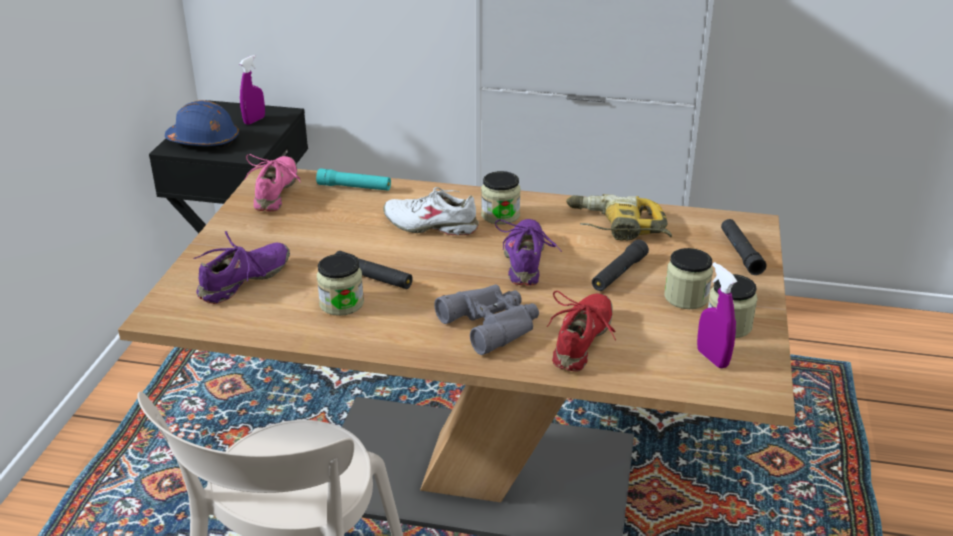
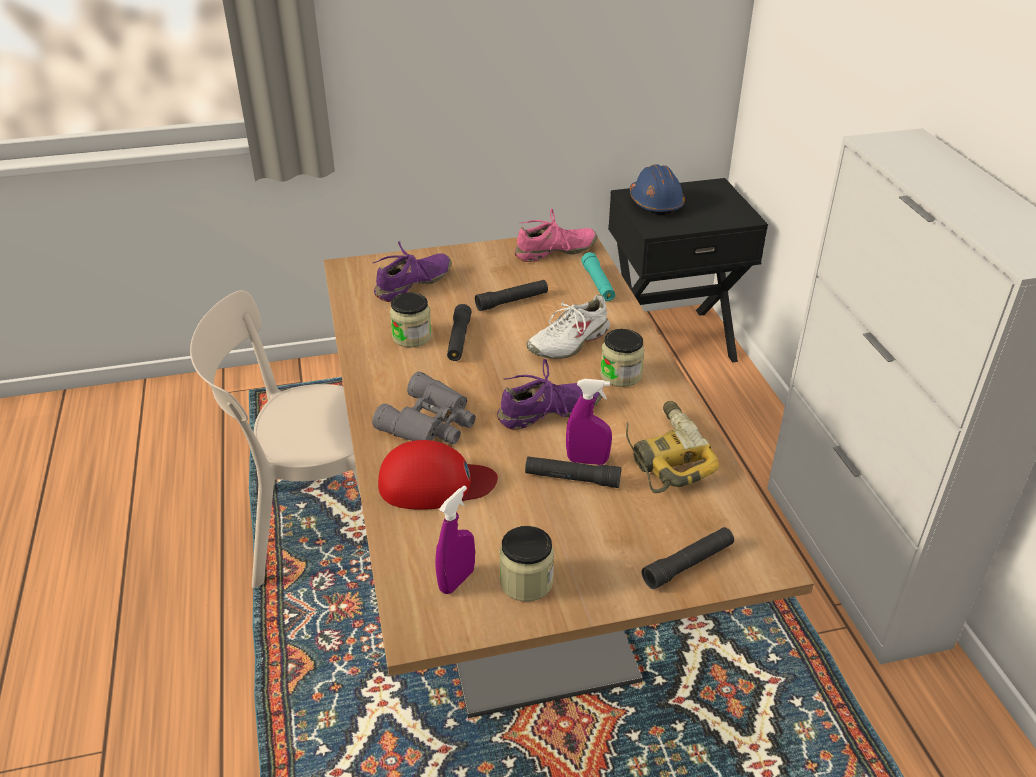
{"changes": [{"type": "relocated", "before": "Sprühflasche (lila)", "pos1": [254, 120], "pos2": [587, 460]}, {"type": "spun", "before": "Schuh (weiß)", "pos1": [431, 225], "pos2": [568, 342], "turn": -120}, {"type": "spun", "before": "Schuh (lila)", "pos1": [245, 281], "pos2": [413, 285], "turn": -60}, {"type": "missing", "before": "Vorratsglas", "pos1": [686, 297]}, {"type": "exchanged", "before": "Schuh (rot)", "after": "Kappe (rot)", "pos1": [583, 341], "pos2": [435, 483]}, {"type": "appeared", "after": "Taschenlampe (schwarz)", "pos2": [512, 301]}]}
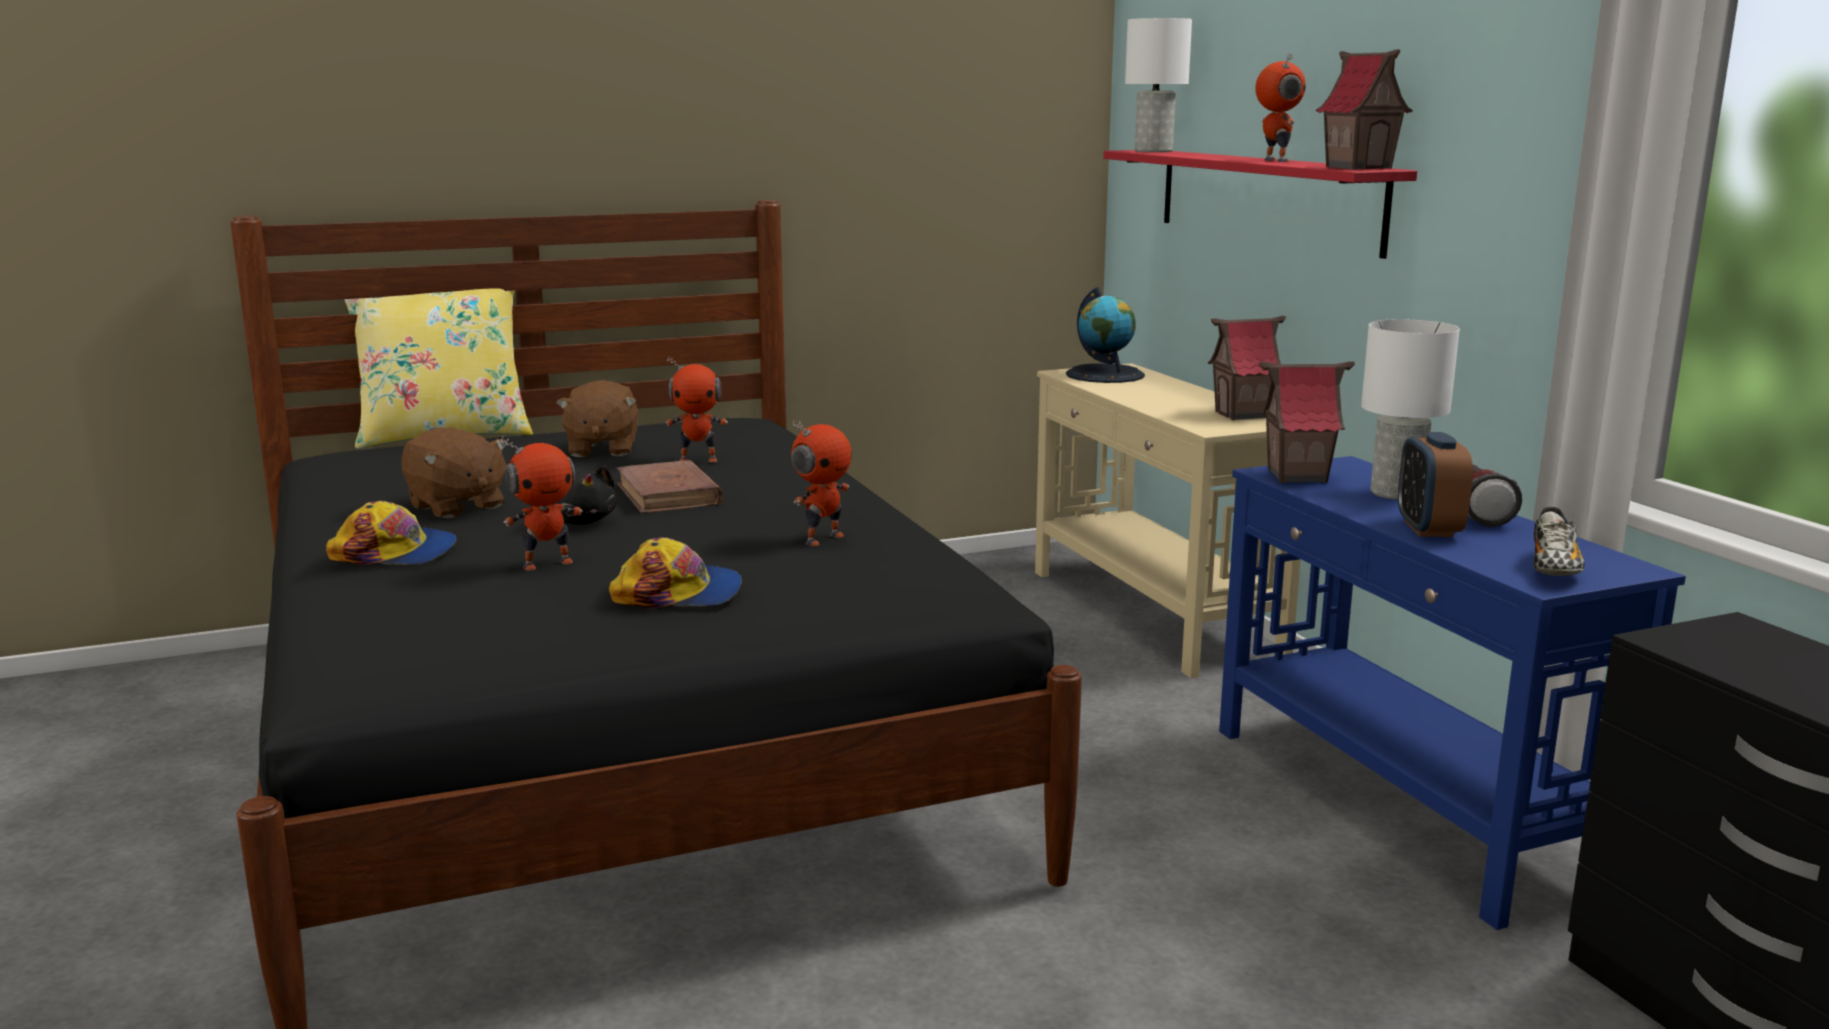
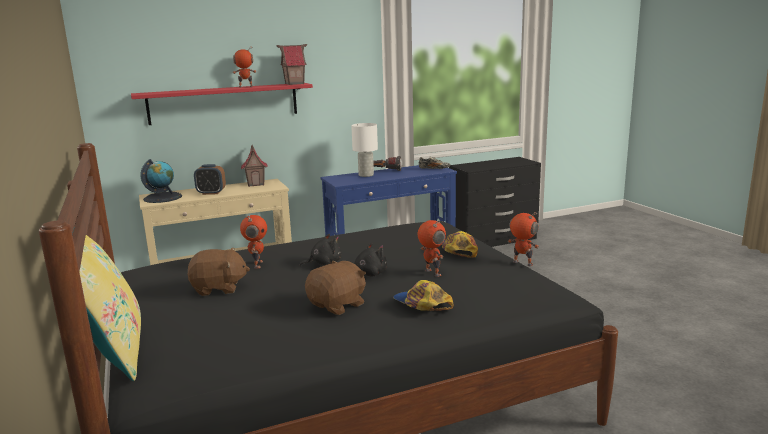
{"changes": [{"type": "missing", "before": "Tischlampe (weiß)", "pos1": [1152, 151]}, {"type": "missing", "before": "Spielzeughaus", "pos1": [1297, 476]}, {"type": "relocated", "before": "Spielzeugroboter", "pos1": [822, 539], "pos2": [522, 263]}, {"type": "relocated", "before": "Wecker", "pos1": [1428, 529], "pos2": [211, 193]}, {"type": "exchanged", "before": "Buch (braun)", "after": "Plüschtier (schwarz)", "pos1": [669, 494], "pos2": [324, 263]}, {"type": "spun", "before": "Kappe", "pos1": [395, 553], "pos2": [422, 304], "turn": -45}]}
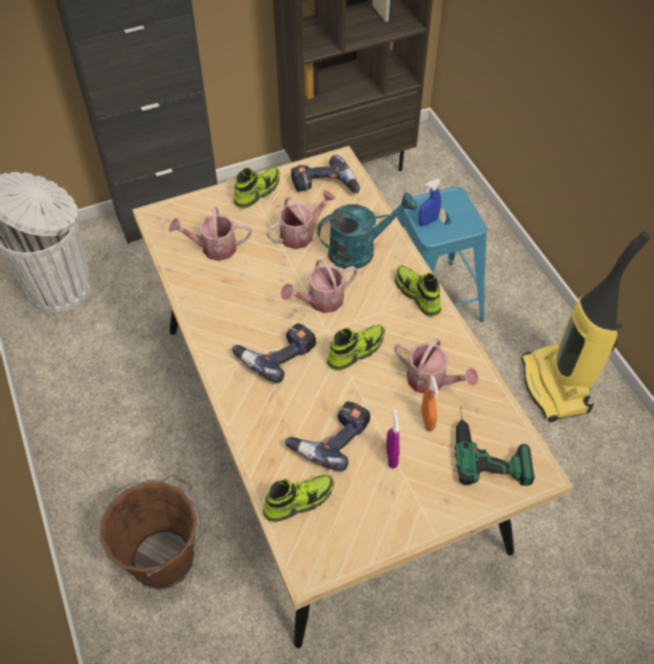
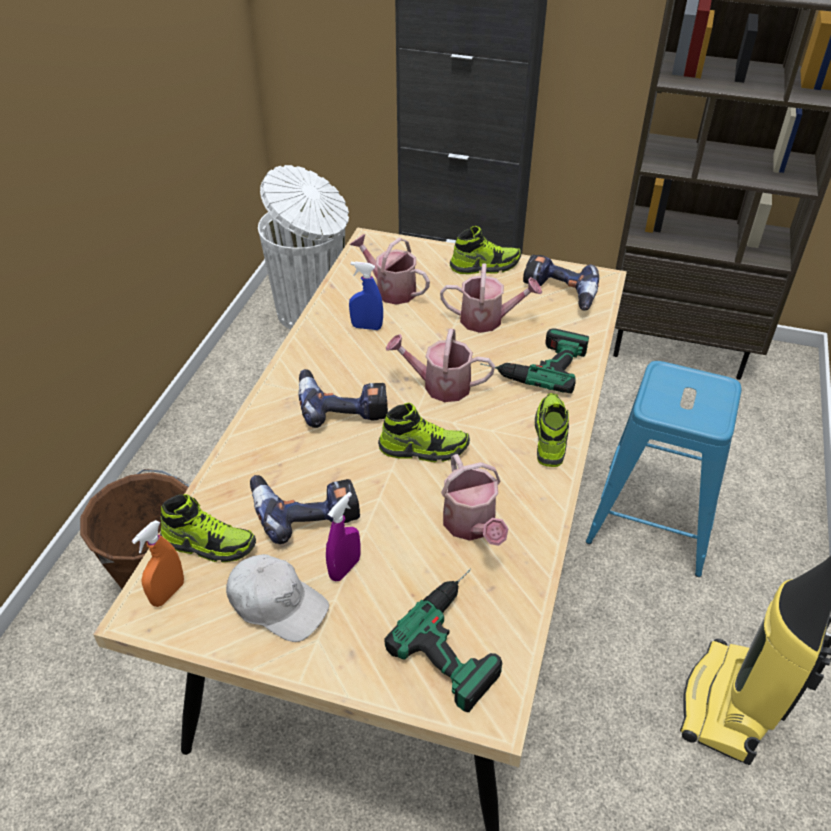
{"changes": [{"type": "relocated", "before": "Sprühflasche (blau)", "pos1": [428, 221], "pos2": [366, 327]}, {"type": "exchanged", "before": "Gießkanne (türkis)", "after": "Bohrmaschine", "pos1": [360, 250], "pos2": [533, 363]}, {"type": "relocated", "before": "Sprühflasche (orange)", "pos1": [427, 420], "pos2": [168, 593]}, {"type": "appeared", "after": "Kappe (weiß)", "pos2": [277, 604]}]}
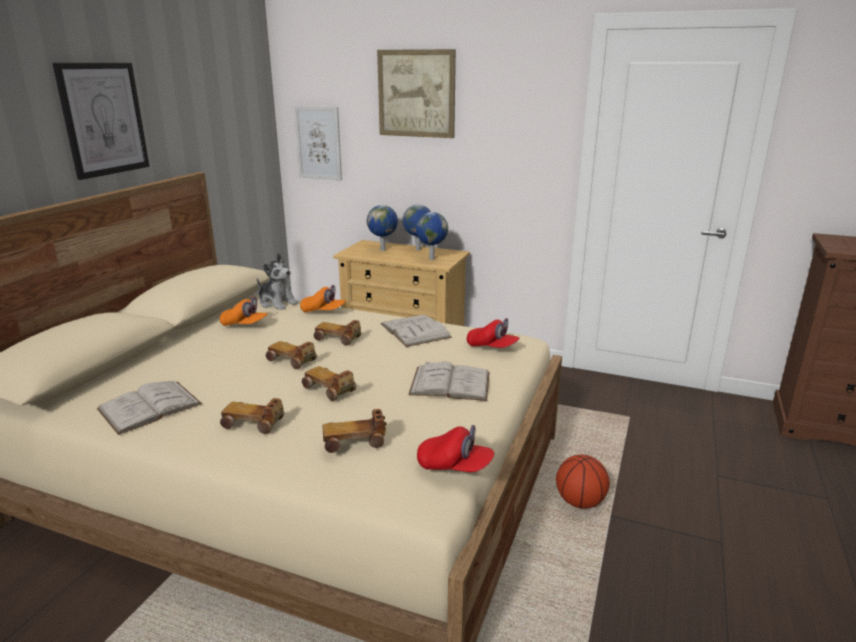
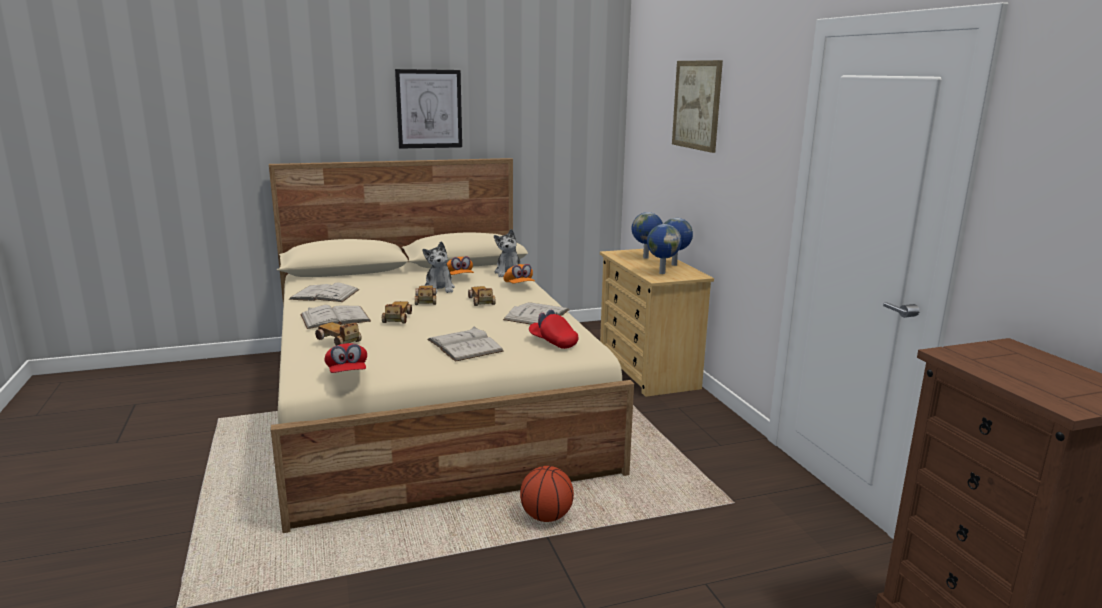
{"changes": [{"type": "missing", "before": "Bild", "pos1": [318, 143]}, {"type": "spun", "before": "Kappe (rot)", "pos1": [492, 347], "pos2": [553, 342], "turn": 135}, {"type": "exchanged", "before": "Spielzeugauto", "after": "Buch (weiß)", "pos1": [254, 423], "pos2": [335, 318]}, {"type": "appeared", "after": "Plüschtier", "pos2": [439, 288]}]}
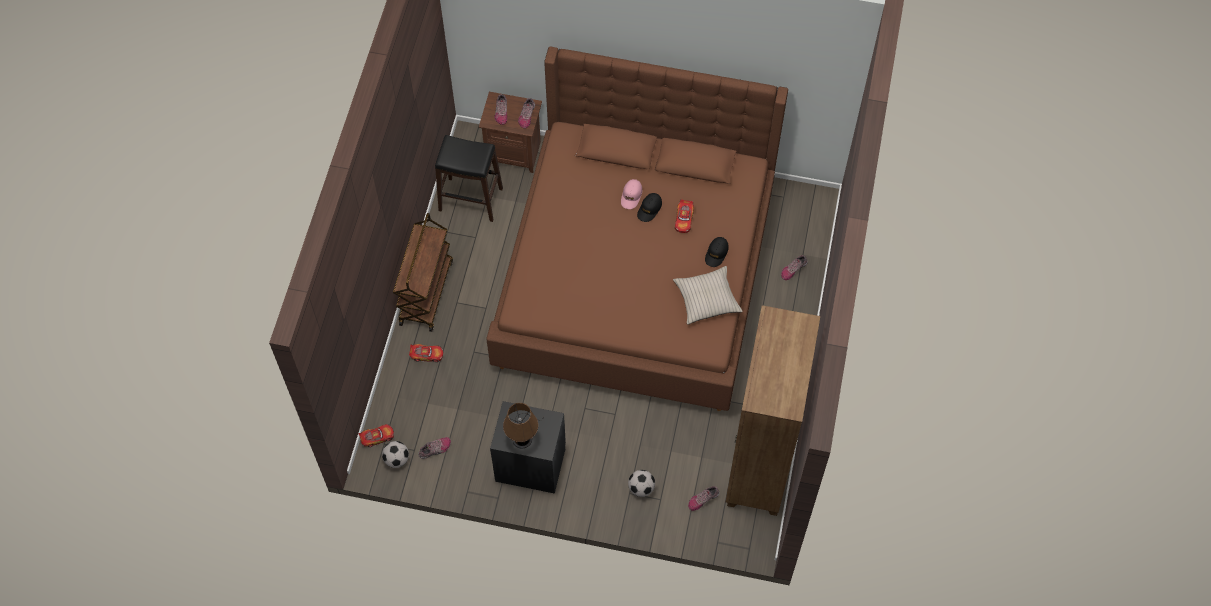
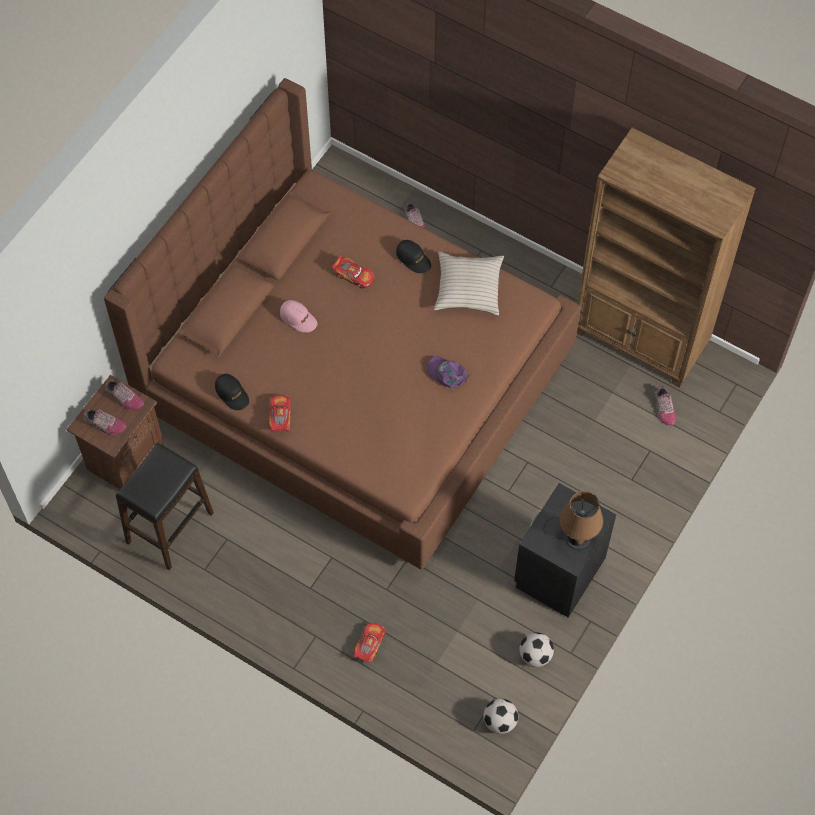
{"changes": [{"type": "relocated", "before": "Kappe (schwarz)", "pos1": [649, 209], "pos2": [232, 394]}, {"type": "missing", "before": "Rollwagen (braun)", "pos1": [426, 292]}, {"type": "relocated", "before": "Spielzeugauto", "pos1": [377, 437], "pos2": [280, 417]}, {"type": "missing", "before": "Schuh", "pos1": [435, 449]}, {"type": "relocated", "before": "Fußball", "pos1": [641, 488], "pos2": [535, 655]}, {"type": "appeared", "after": "Kappe (lila)", "pos2": [447, 373]}]}
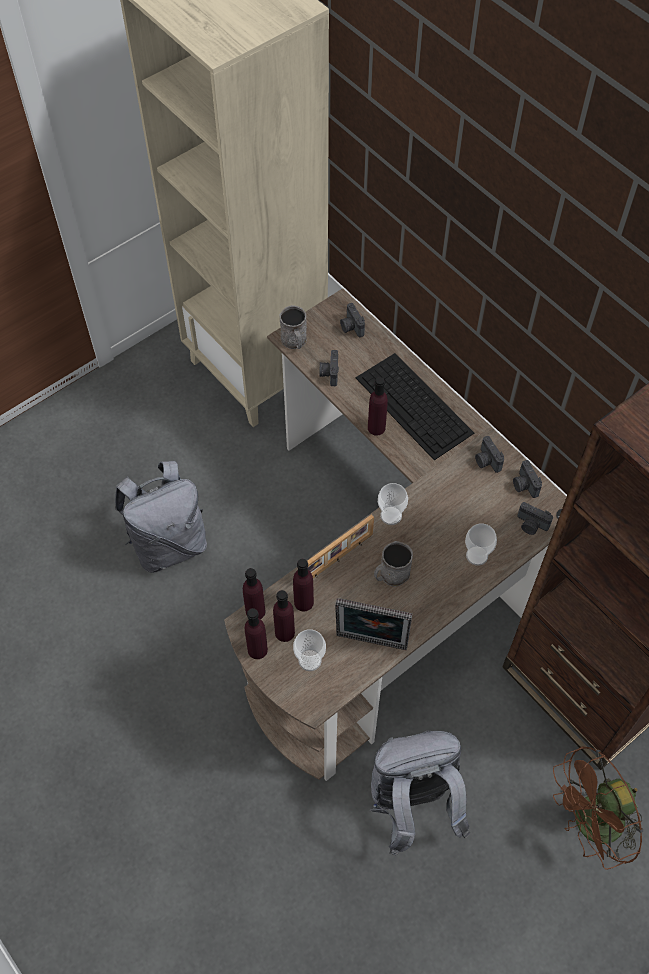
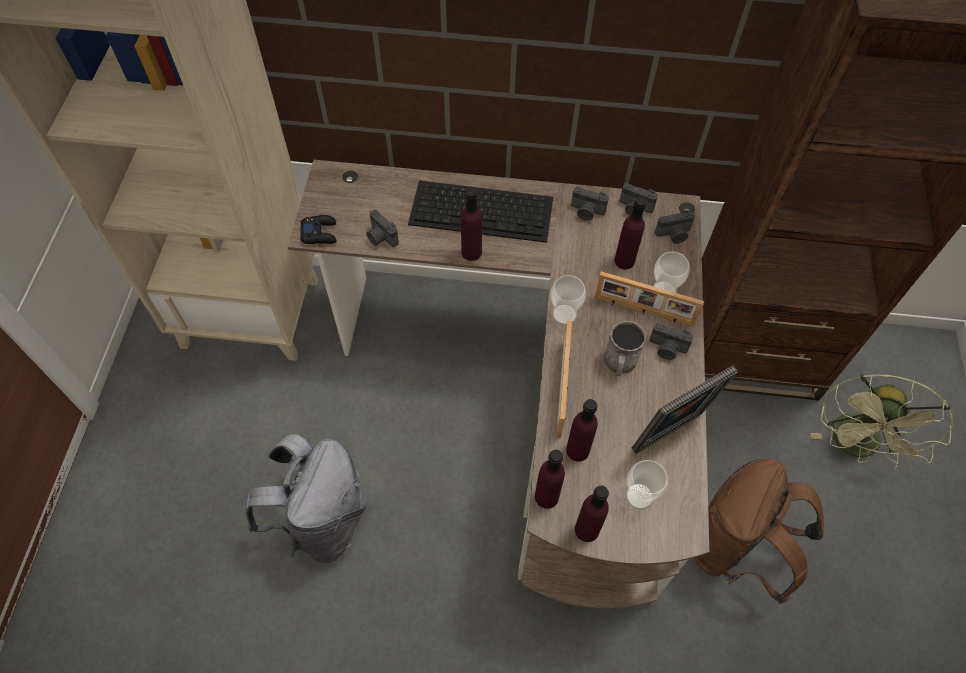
{"changes": [{"type": "relocated", "before": "Kamera", "pos1": [351, 327], "pos2": [667, 349]}, {"type": "exchanged", "before": "Henkelbecher (grau)", "after": "Gamepad (schwarz)", "pos1": [295, 341], "pos2": [319, 233]}, {"type": "relocated", "before": "Flasche (lila)", "pos1": [284, 632], "pos2": [624, 261]}, {"type": "colour", "before": "Rucksack (grau)", "after": "Rucksack (braun)", "pos1": [412, 804], "pos2": [735, 550]}, {"type": "colour", "before": "Ventilator (braun)", "after": "Ventilator (grün)", "pos1": [590, 826], "pos2": [855, 446]}, {"type": "appeared", "after": "Bilderrahmen", "pos2": [643, 312]}]}
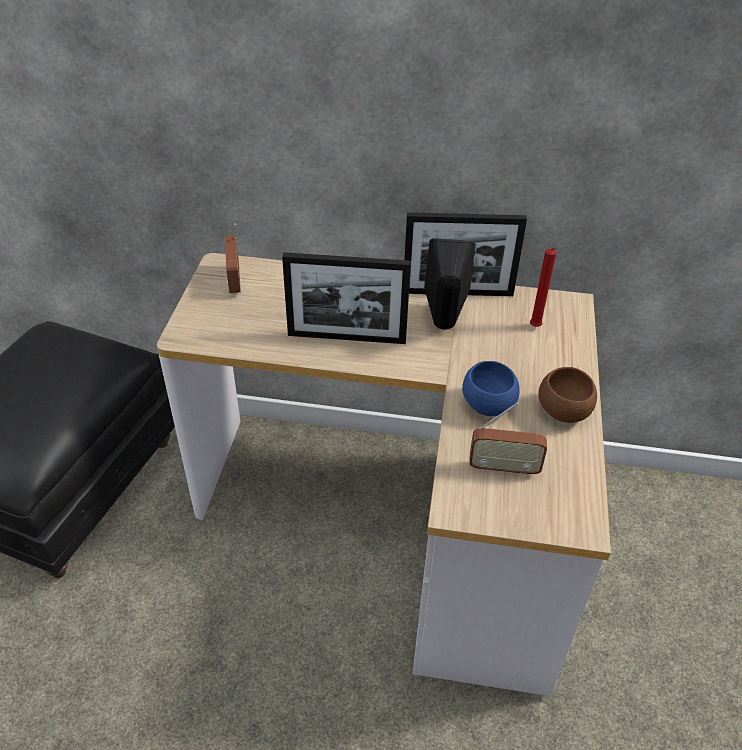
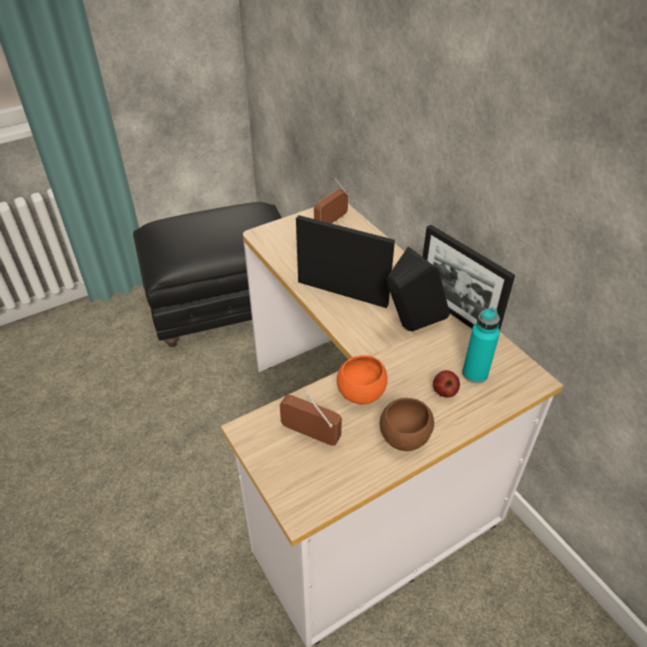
{"changes": [{"type": "exchanged", "before": "Kerze (rot)", "after": "Flasche (türkis)", "pos1": [535, 328], "pos2": [475, 374]}, {"type": "spun", "before": "Bilderrahmen", "pos1": [346, 337], "pos2": [342, 293], "turn": 150}, {"type": "colour", "before": "Schüssel (blau)", "after": "Schüssel (orange)", "pos1": [488, 405], "pos2": [361, 393]}, {"type": "spun", "before": "Radio", "pos1": [503, 468], "pos2": [310, 435], "turn": 150}, {"type": "appeared", "after": "Apfel", "pos2": [444, 392]}]}
